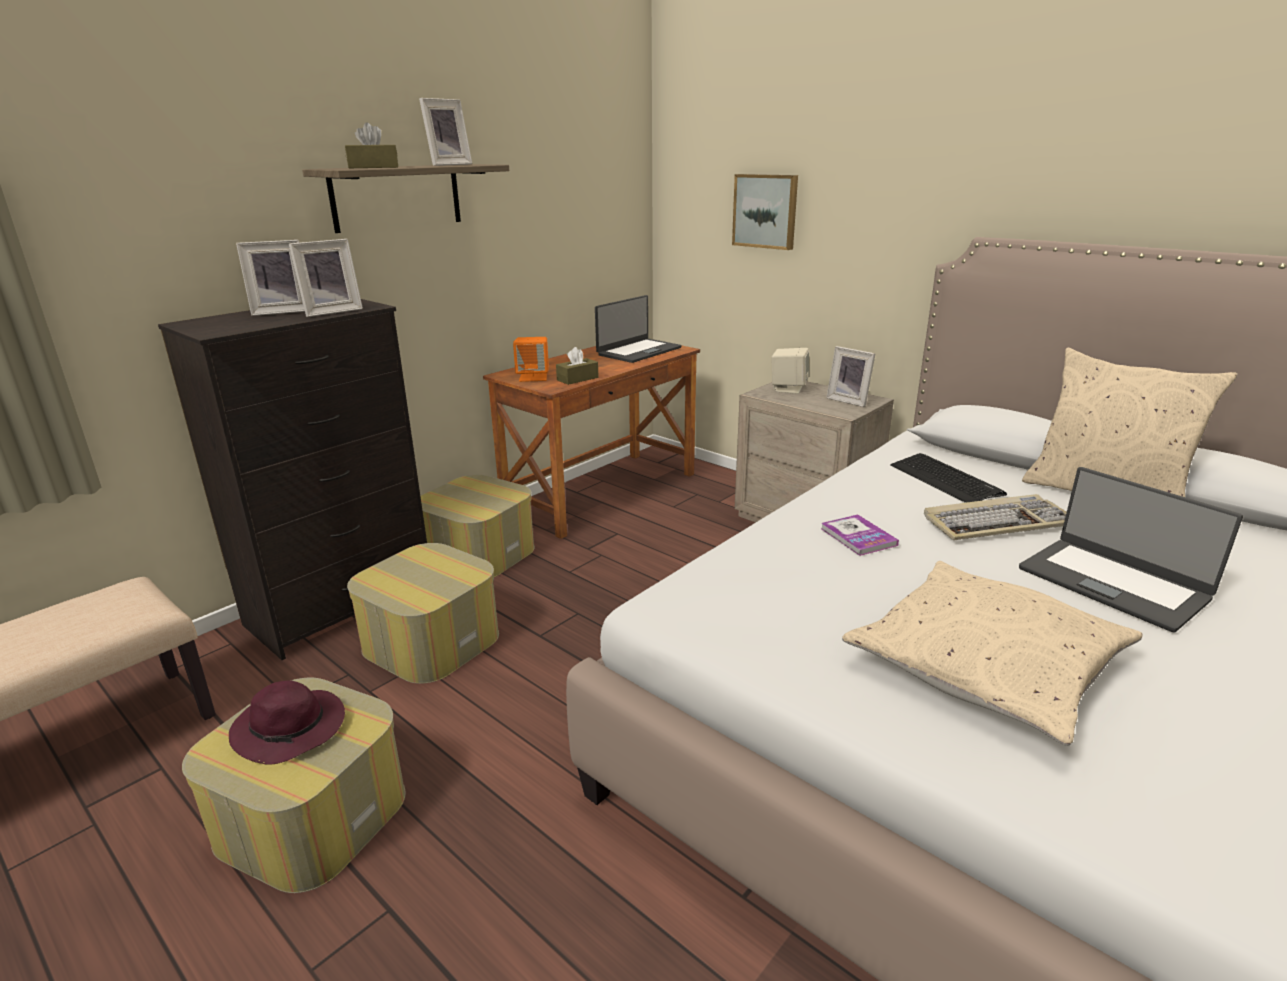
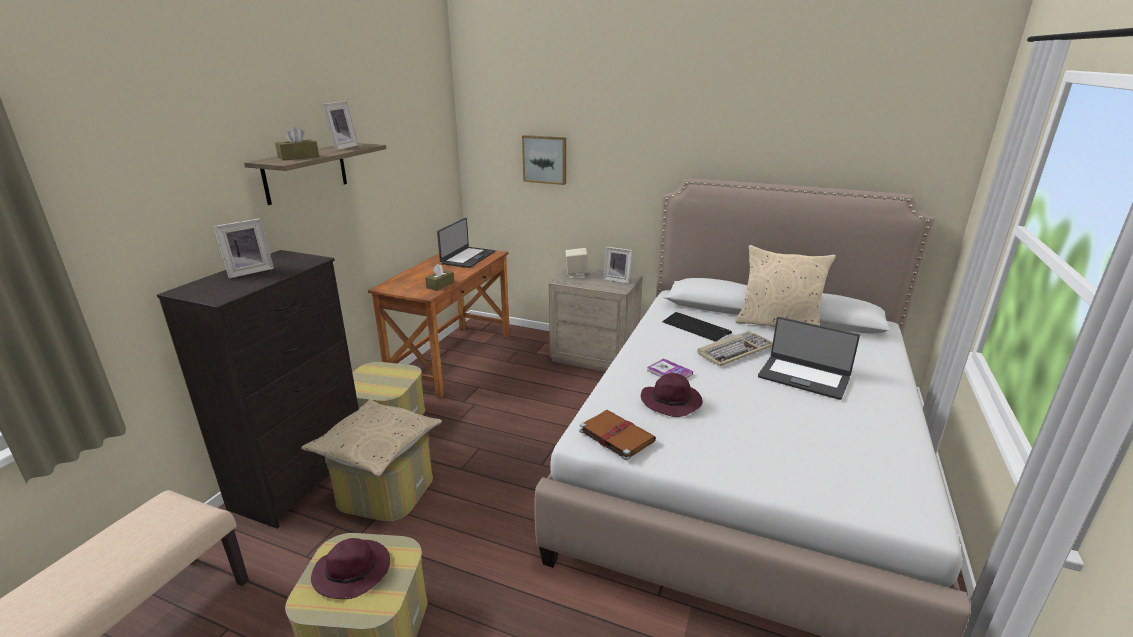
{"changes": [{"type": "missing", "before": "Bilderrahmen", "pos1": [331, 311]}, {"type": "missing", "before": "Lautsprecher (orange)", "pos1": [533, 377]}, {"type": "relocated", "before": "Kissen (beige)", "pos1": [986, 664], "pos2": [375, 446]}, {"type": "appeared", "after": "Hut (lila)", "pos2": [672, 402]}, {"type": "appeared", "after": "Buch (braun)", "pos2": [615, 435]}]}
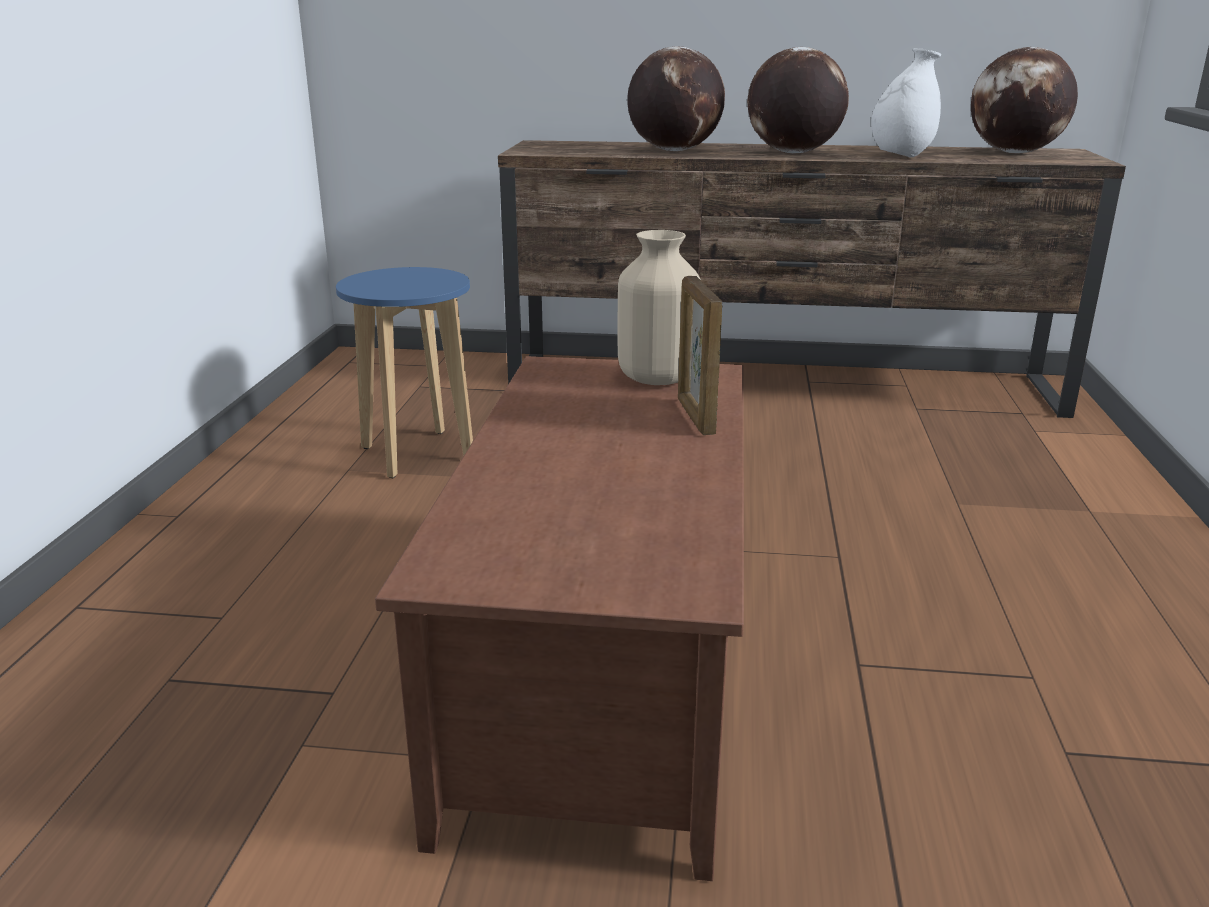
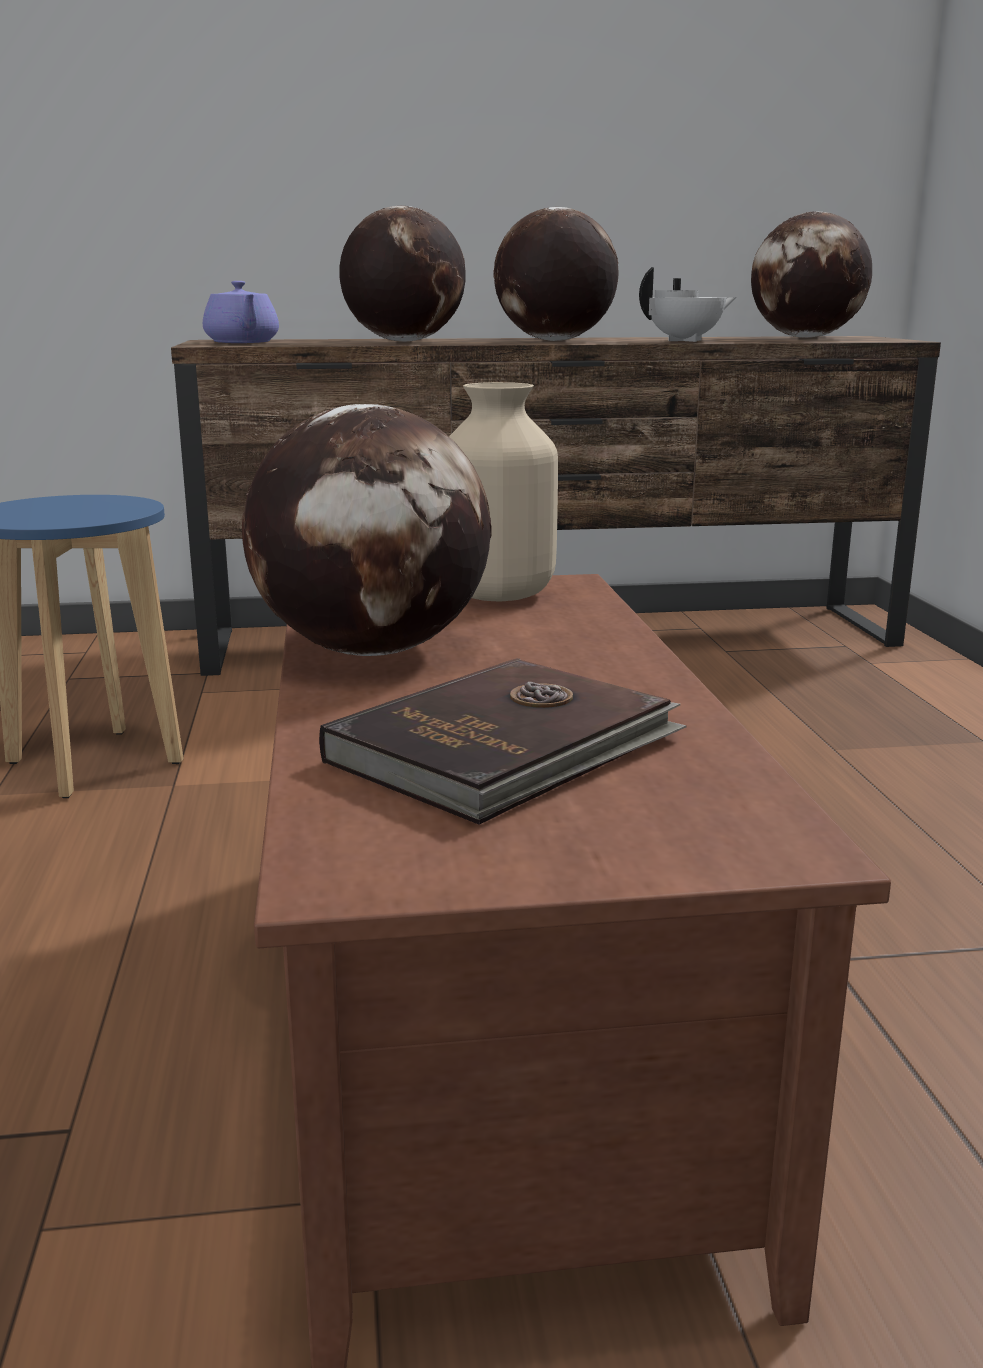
{"changes": [{"type": "exchanged", "before": "Vase (weiß)", "after": "Teekanne (weiß)", "pos1": [901, 156], "pos2": [685, 340]}, {"type": "missing", "before": "Bilderrahmen", "pos1": [695, 417]}, {"type": "appeared", "after": "Teekanne (lila)", "pos2": [242, 342]}, {"type": "appeared", "after": "Globus", "pos2": [374, 651]}, {"type": "appeared", "after": "Buch (braun)", "pos2": [507, 748]}]}
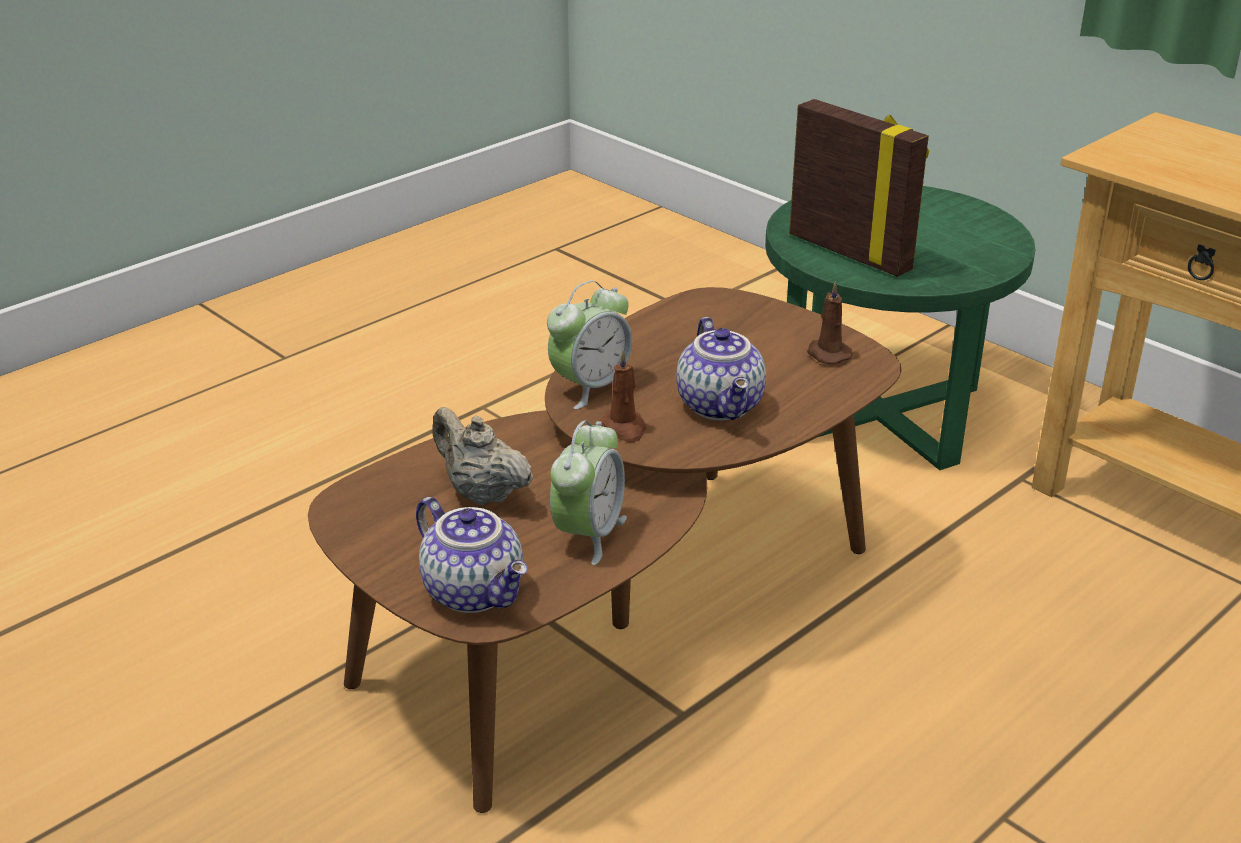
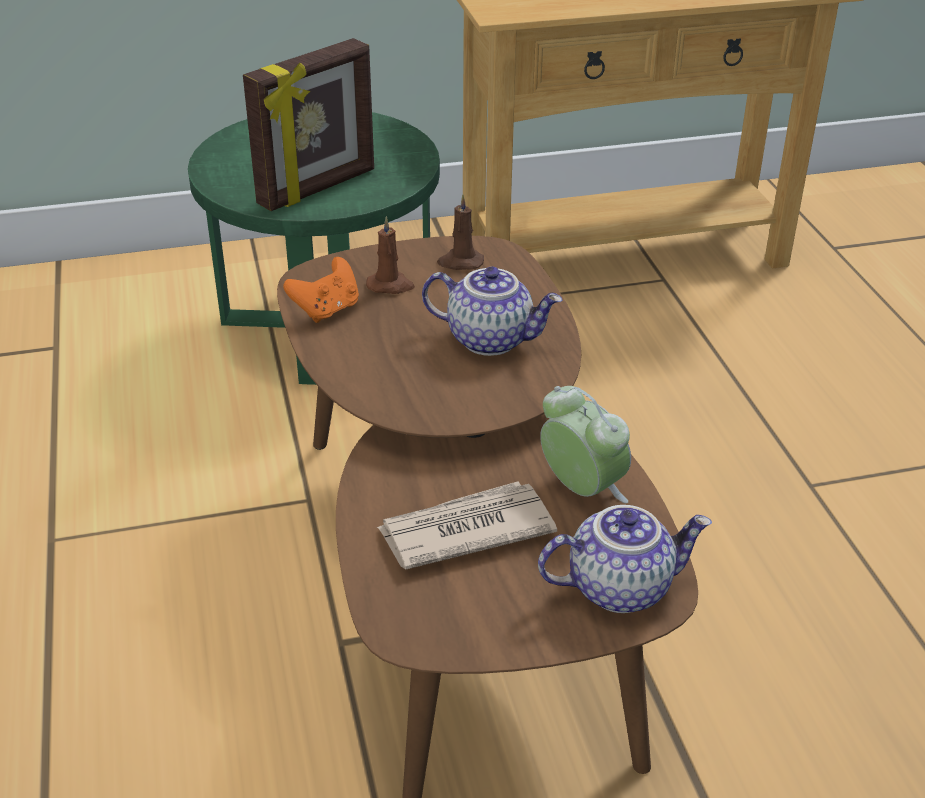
{"changes": [{"type": "spun", "before": "Bilderrahmen", "pos1": [851, 252], "pos2": [318, 188], "turn": 150}, {"type": "missing", "before": "Wecker", "pos1": [590, 387]}, {"type": "relocated", "before": "Kerze (braun)", "pos1": [624, 428], "pos2": [390, 285]}, {"type": "exchanged", "before": "Teekanne (beige)", "after": "Zeitung", "pos1": [481, 493], "pos2": [464, 530]}, {"type": "appeared", "after": "Gamepad (orange)", "pos2": [327, 310]}]}
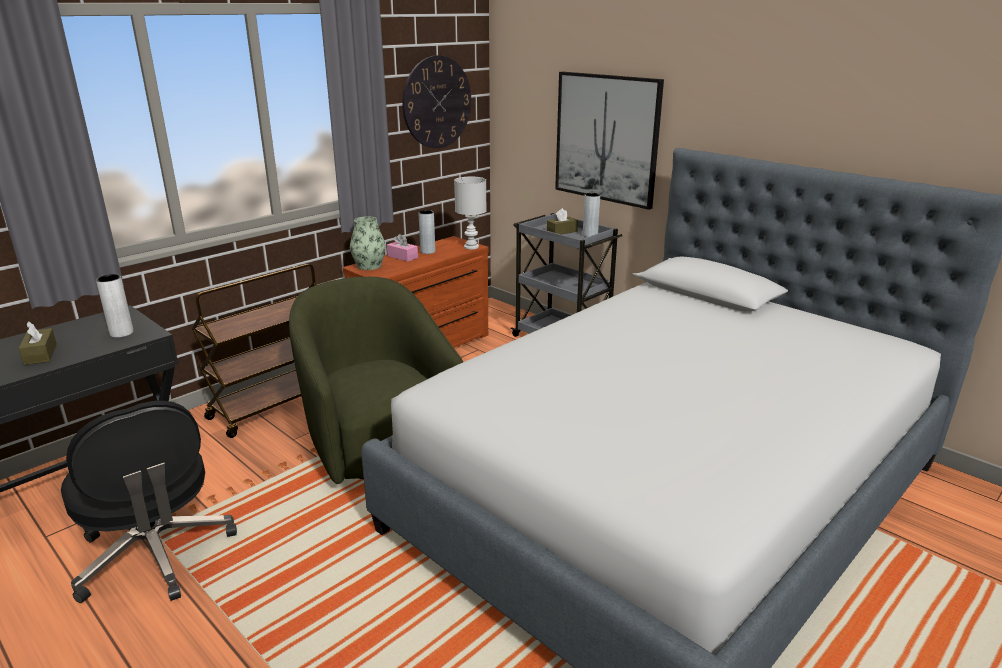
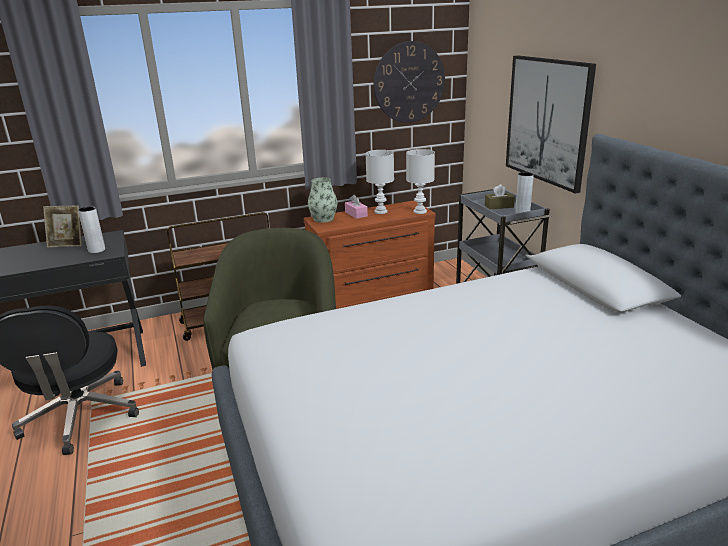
{"changes": [{"type": "exchanged", "before": "Vase (grau)", "after": "Tischlampe (weiß)", "pos1": [427, 251], "pos2": [380, 212]}, {"type": "missing", "before": "Taschentuchbox (braun)", "pos1": [40, 354]}, {"type": "appeared", "after": "Bilderrahmen", "pos2": [67, 244]}]}
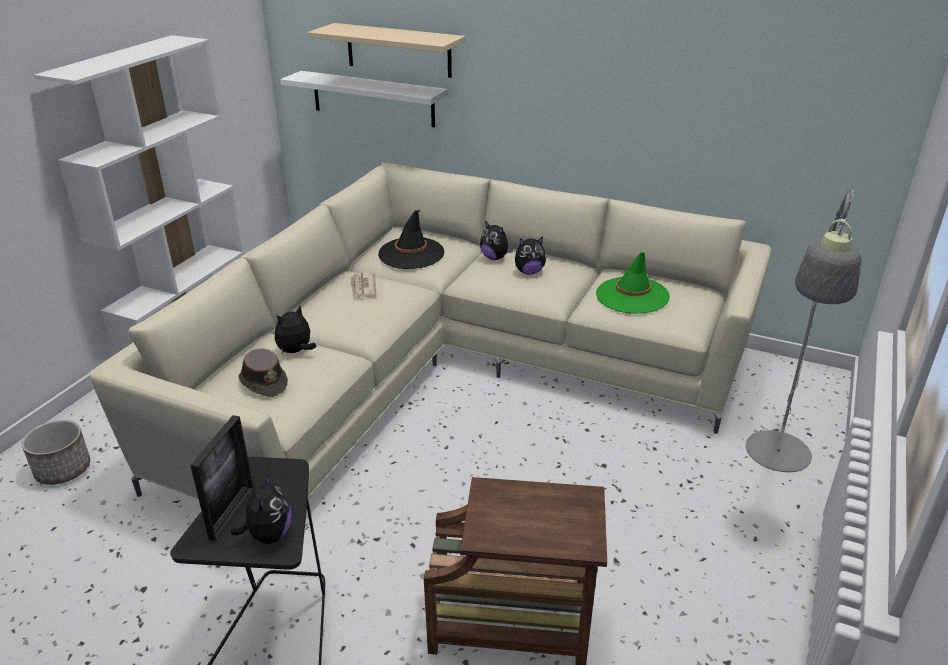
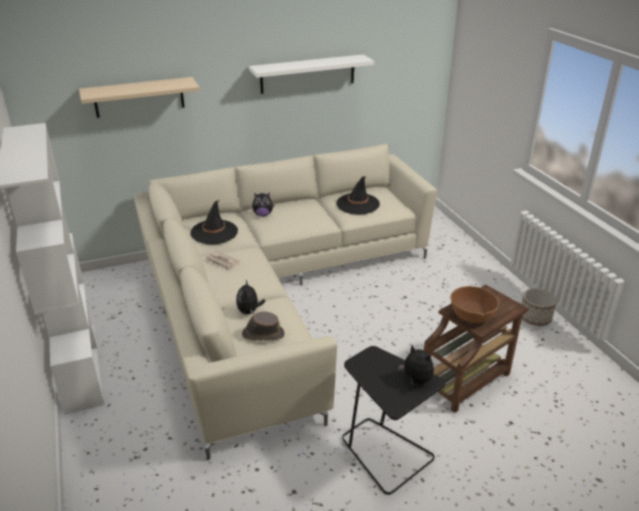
{"changes": [{"type": "relocated", "before": "Wandregal (weiß)", "pos1": [373, 99], "pos2": [307, 74]}, {"type": "missing", "before": "Stehlampe (grau)", "pos1": [776, 461]}, {"type": "missing", "before": "Plüschtier", "pos1": [529, 272]}, {"type": "colour", "before": "Hut (grün)", "after": "Hut (schwarz)", "pos1": [632, 296], "pos2": [358, 204]}, {"type": "missing", "before": "Bilderrahmen", "pos1": [231, 513]}, {"type": "relocated", "before": "Pflanzkübel", "pos1": [63, 469], "pos2": [535, 318]}, {"type": "appeared", "after": "Schüssel (braun)", "pos2": [472, 316]}]}
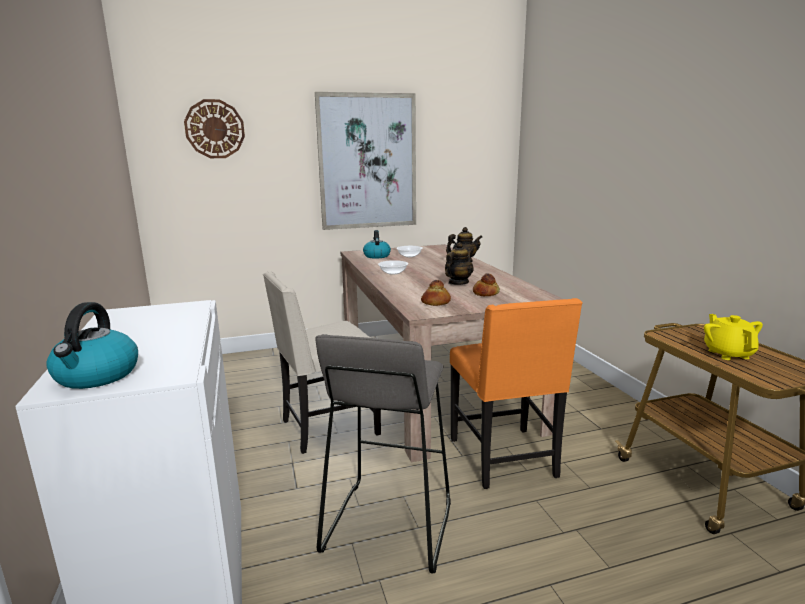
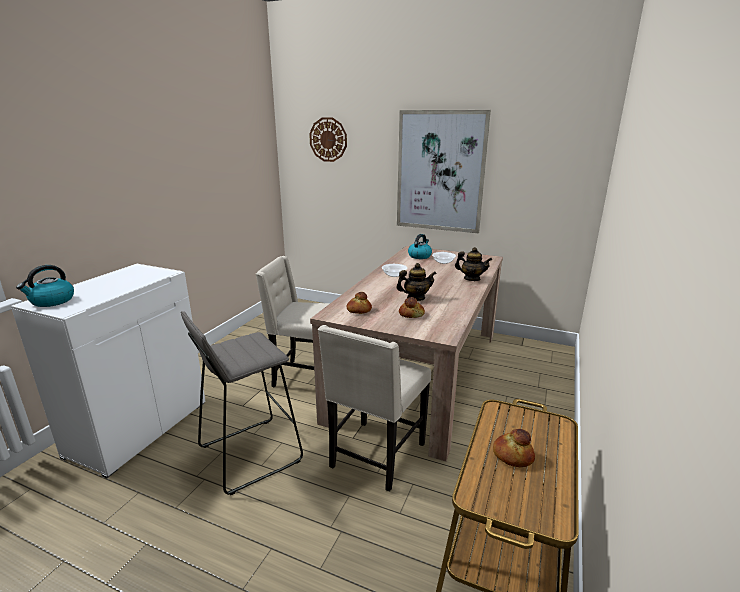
{"changes": [{"type": "colour", "before": "Stuhl (orange)", "after": "Stuhl (beige)", "pos1": [505, 459], "pos2": [376, 456]}, {"type": "exchanged", "before": "Teekanne (gelb)", "after": "Brot", "pos1": [728, 354], "pos2": [512, 455]}]}
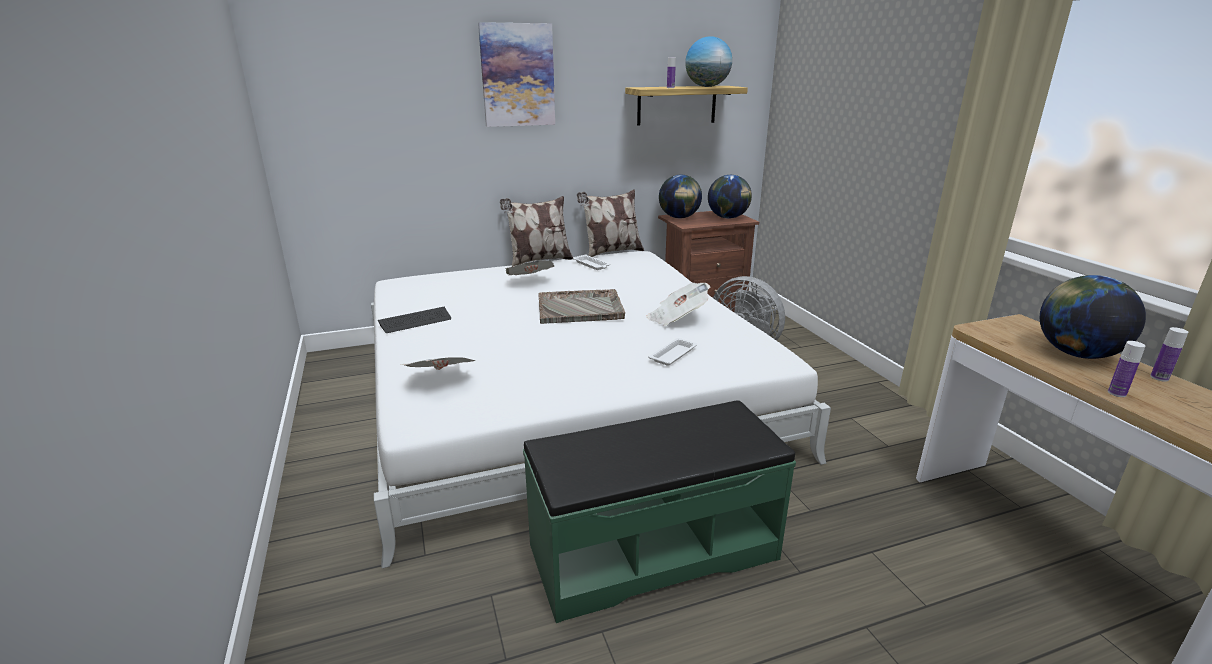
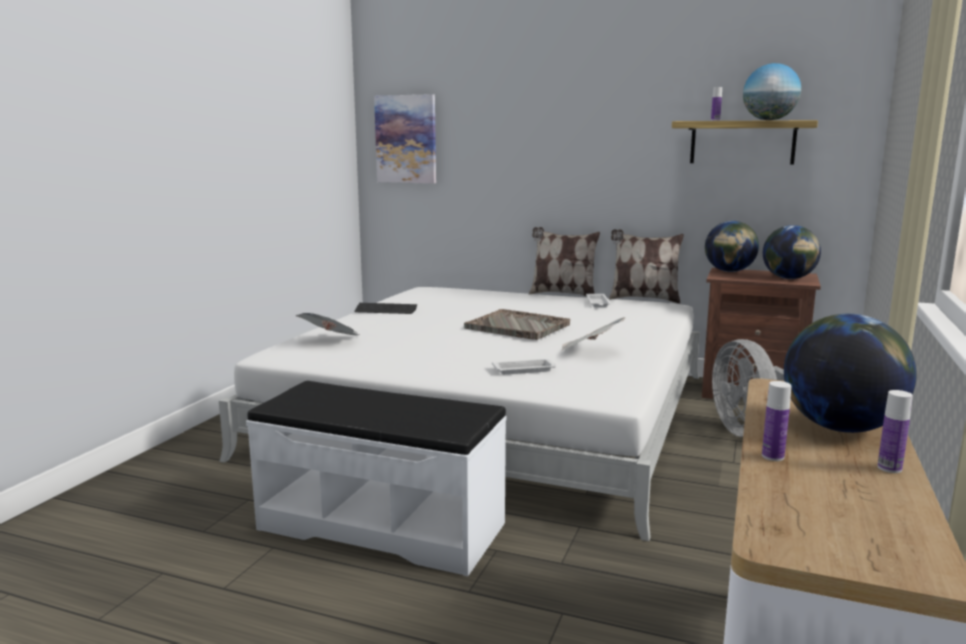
{"changes": [{"type": "relocated", "before": "Bild", "pos1": [517, 75], "pos2": [406, 139]}, {"type": "missing", "before": "Zeitung", "pos1": [530, 281]}, {"type": "colour", "before": "Bank (grün)", "after": "Bank (weiß)", "pos1": [652, 551], "pos2": [382, 525]}]}
